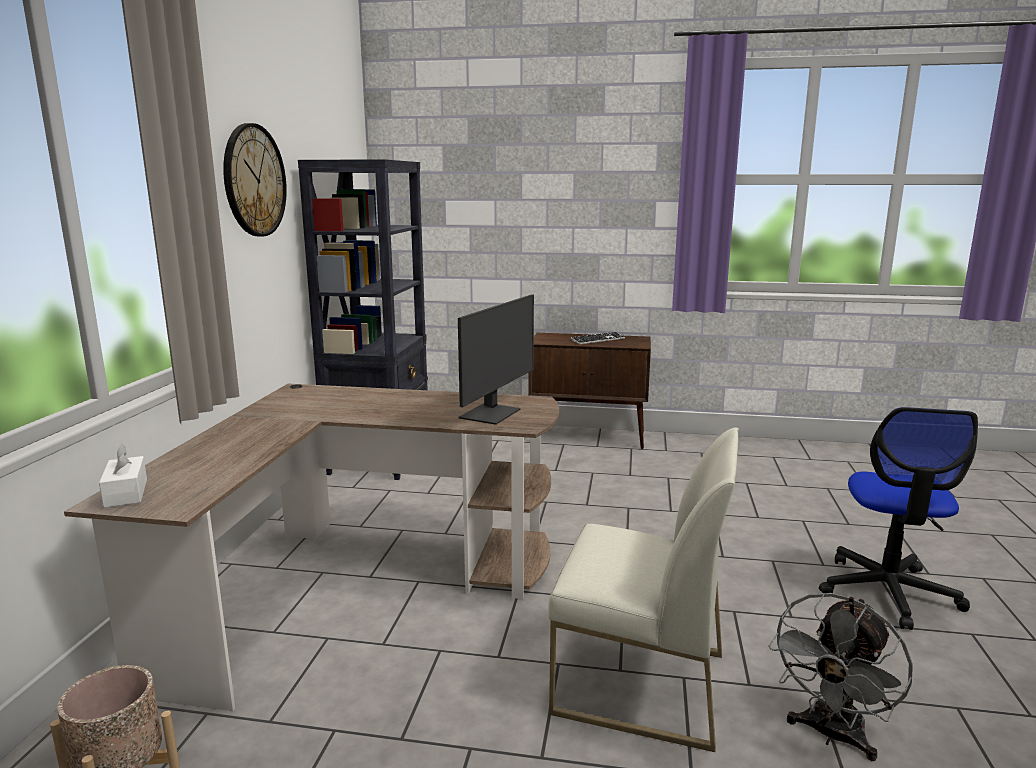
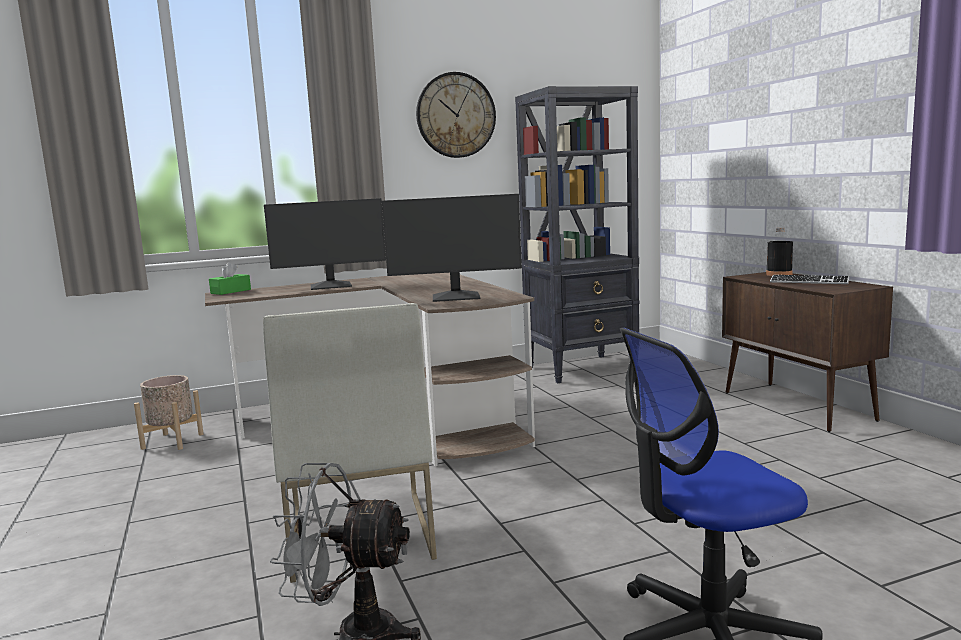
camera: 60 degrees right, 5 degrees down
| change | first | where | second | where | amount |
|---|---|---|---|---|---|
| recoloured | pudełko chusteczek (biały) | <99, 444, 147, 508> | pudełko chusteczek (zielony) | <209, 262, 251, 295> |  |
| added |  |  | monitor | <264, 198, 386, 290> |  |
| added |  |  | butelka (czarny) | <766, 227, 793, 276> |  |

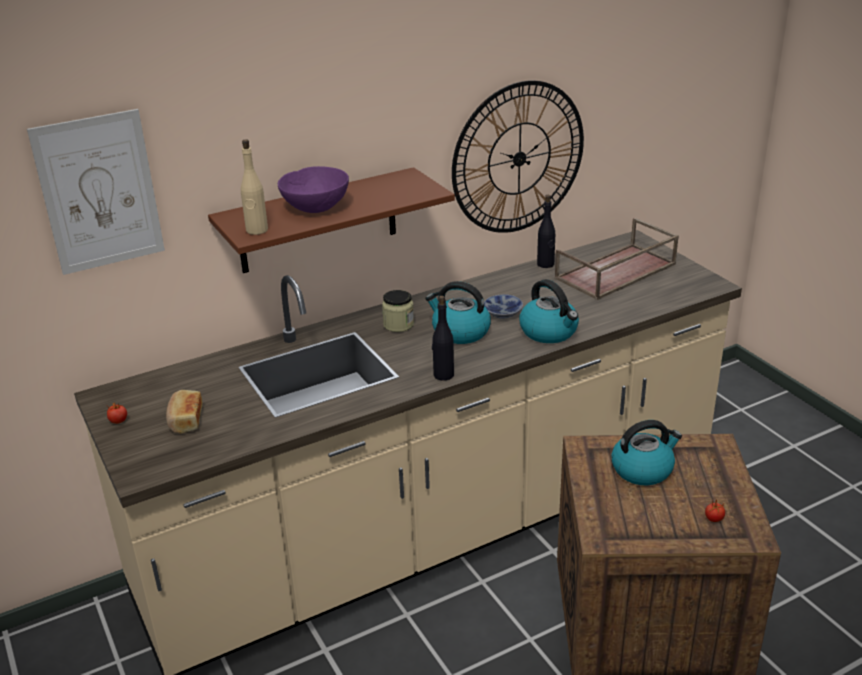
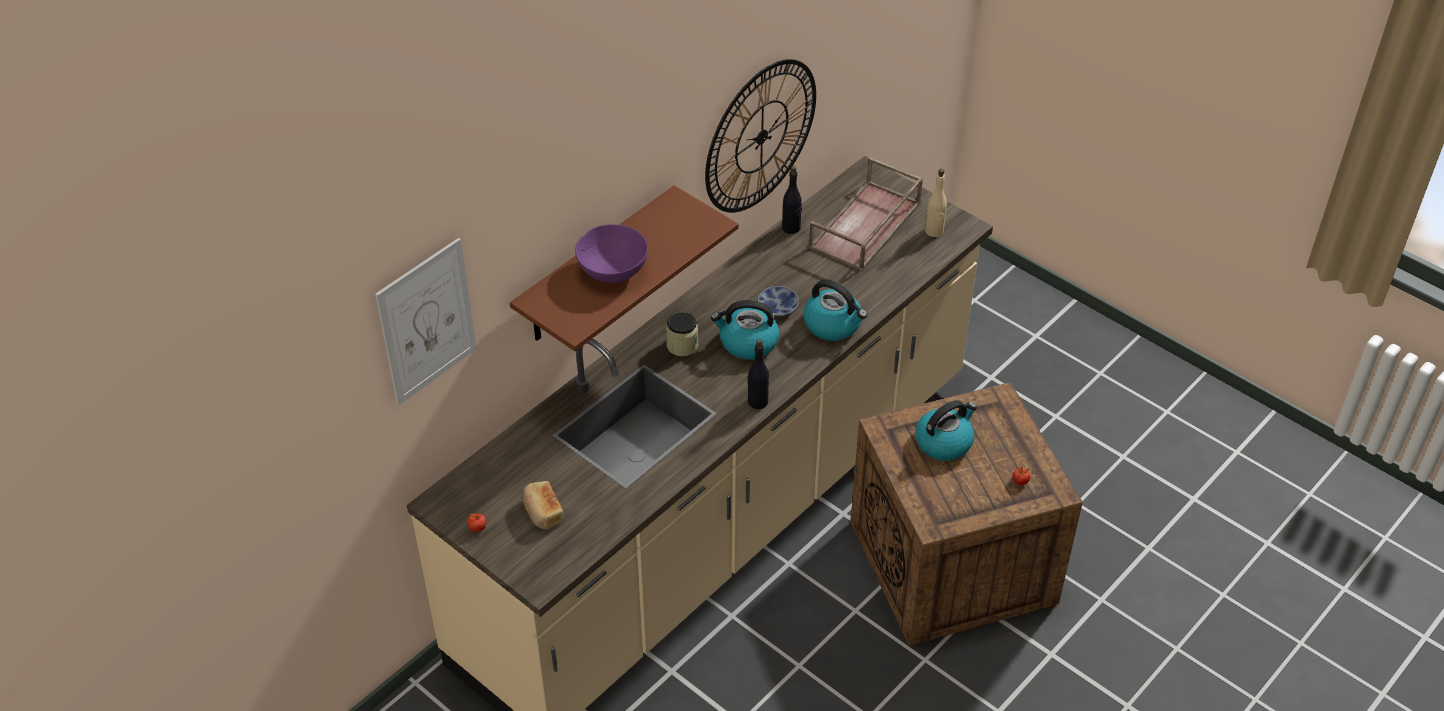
camera: 20 degrees left, 15 degrees up
| change | first | where | second | where | amount |
|---|---|---|---|---|---|
| moved | butelka (beżowy) | <241, 139, 268, 235> |  | <925, 169, 947, 237> |  |

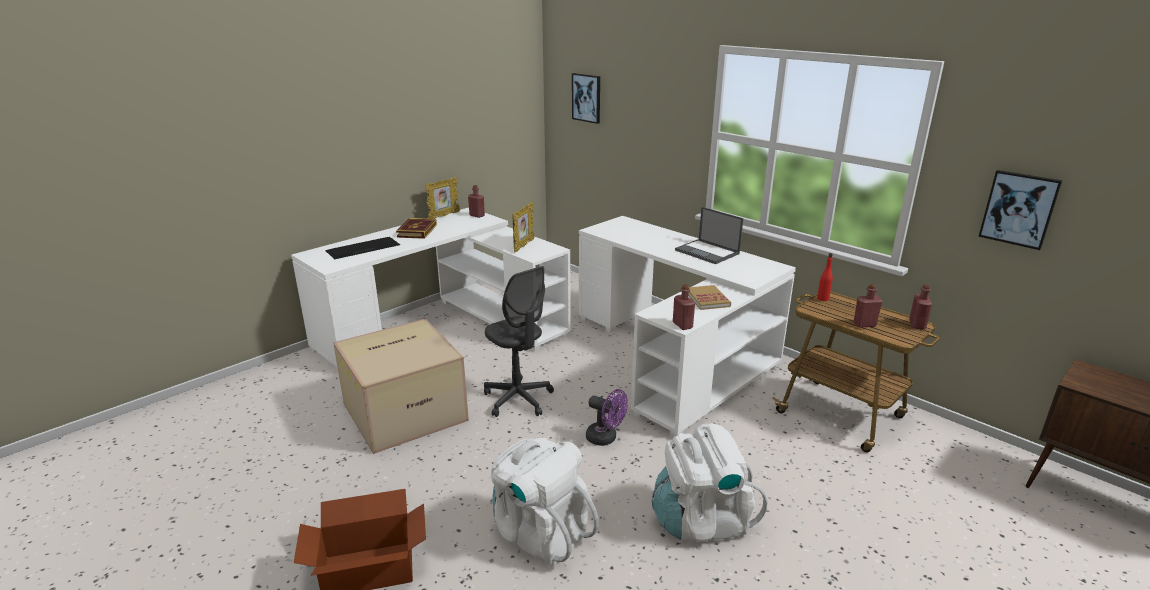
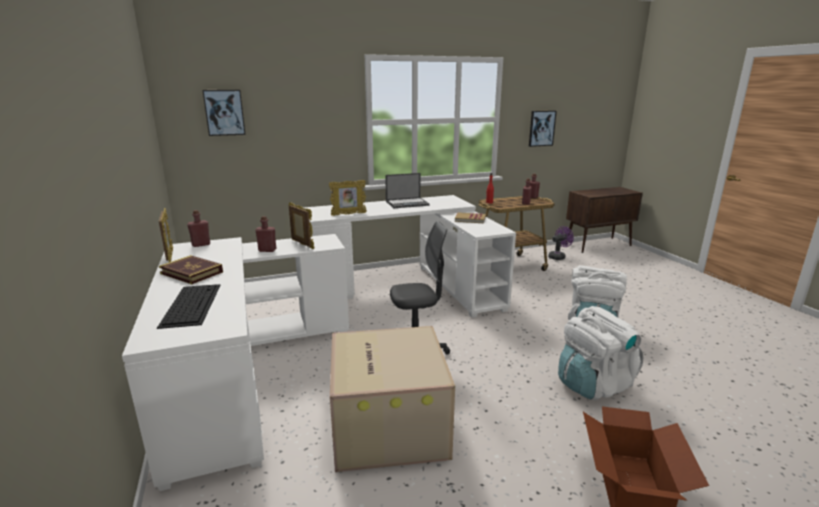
camera: 65 degrees left, 5 degrees down
| change | first | where | second | where | amount |
|---|---|---|---|---|---|
| moved | butelka (czerwony) | <673, 284, 695, 330> |  | <255, 216, 277, 252> |  |
| added |  |  | ramka na zdjęcie | <329, 180, 367, 216> |  |
| moved | wentylator (fioletowy) | <586, 389, 628, 446> |  | <548, 226, 574, 260> |  |

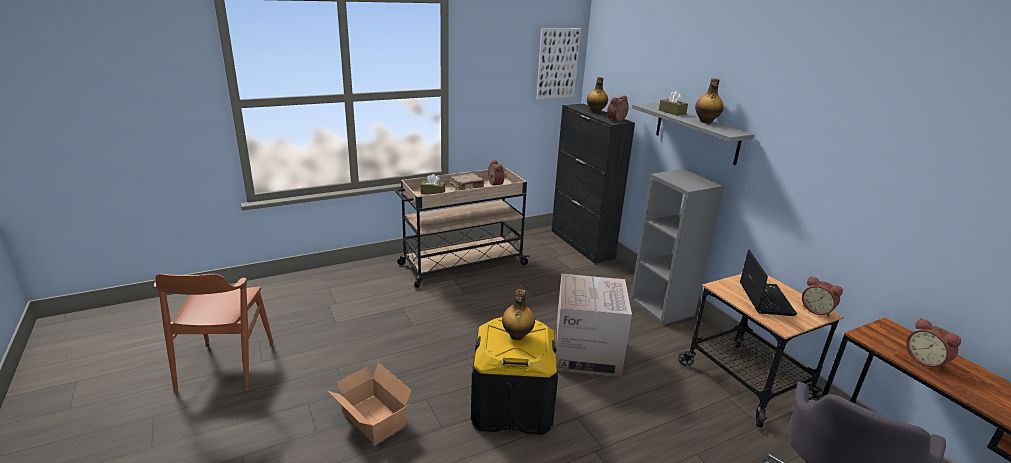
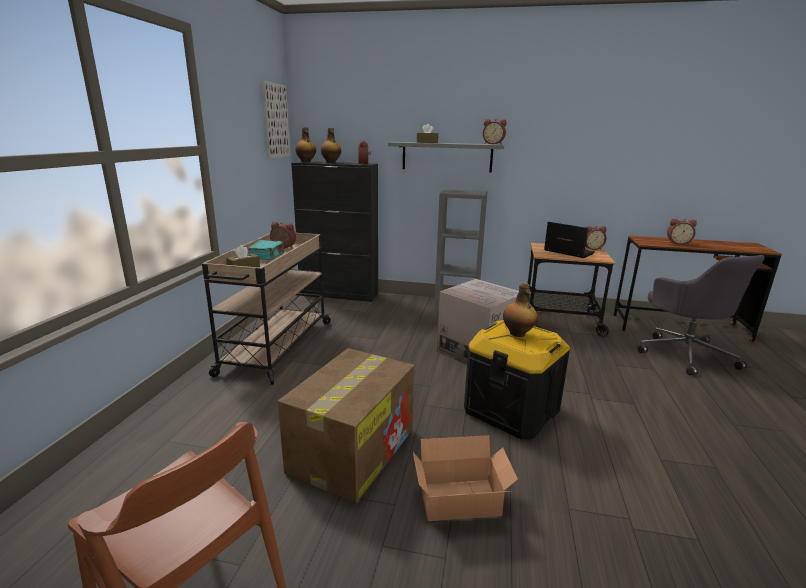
camera: 50 degrees left, 5 degrees down
| change | first | where | second | where | amount |
|---|---|---|---|---|---|
| recoloured | książka (brązowy) | <450, 173, 484, 191> | książka (turkusowy) | <247, 240, 285, 260> |  |
| added |  |  | karton | <278, 348, 414, 503> |  |
| moved | butelka | <695, 78, 724, 124> |  | <295, 127, 316, 162> |  |
| added |  |  | budzik | <483, 119, 507, 145> |  |

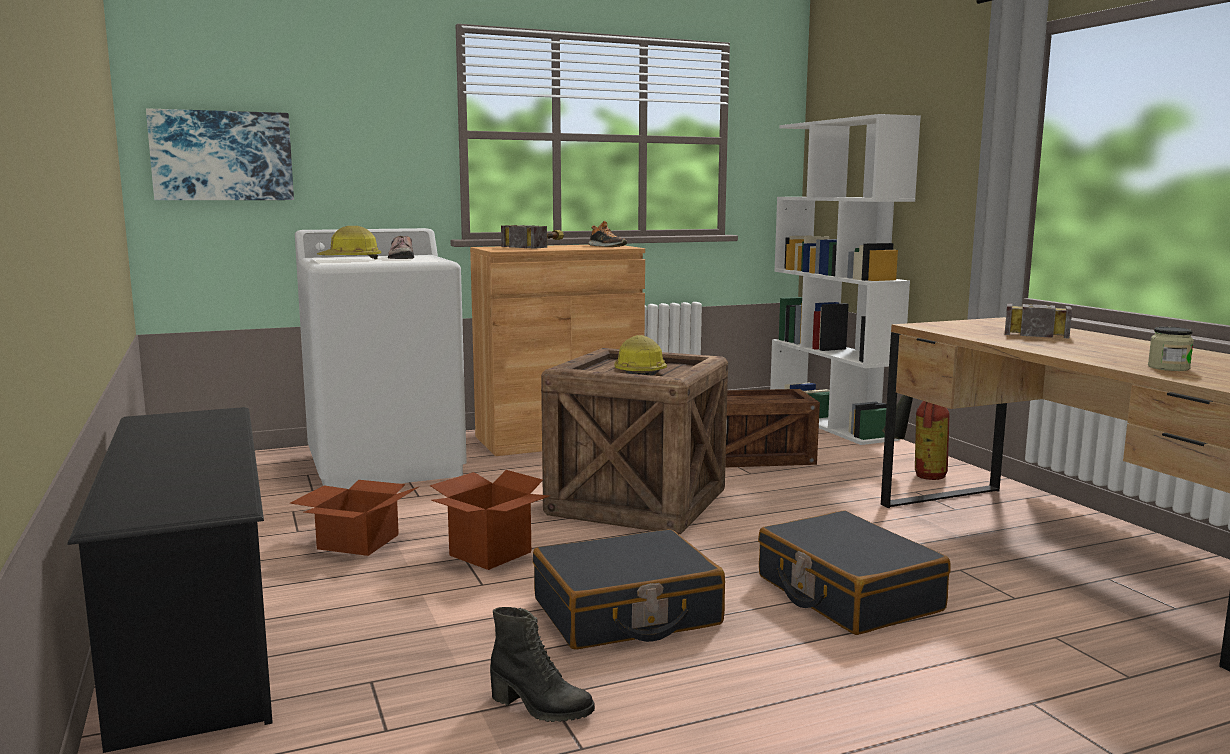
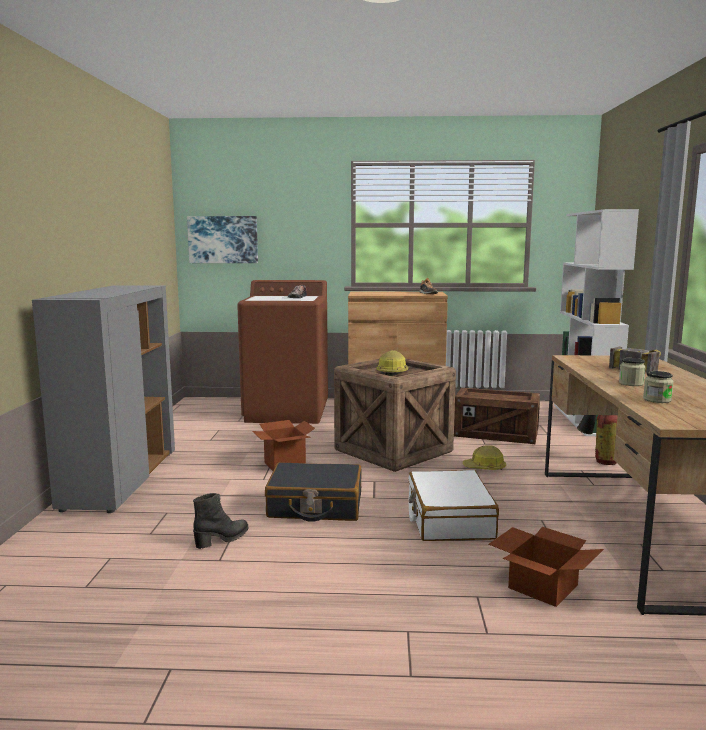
camera: 25 degrees right, 0 degrees up
| change | first | where | second | where | amount |
|---|---|---|---|---|---|
| replaced | regał na buty (czarny) | <67, 407, 273, 753> | szafka (szary) | <32, 286, 175, 513> |  |
| turned | but z cholewką (czarny) | <490, 607, 595, 722> |  | <193, 493, 248, 549> | 90 degrees counterclockwise |
| recoloured | pralka (biały) | <295, 228, 467, 489> | pralka (brązowy) | <237, 280, 328, 424> |  |
| recoloured | walizka (czarny) | <758, 510, 950, 635> | walizka (biały) | <408, 470, 499, 541> |  |
| moved | kask | <317, 226, 381, 259> |  | <463, 445, 506, 470> |  |
| moved | karton | <290, 480, 418, 556> |  | <489, 527, 604, 607> |  |
| added |  |  | słoik | <619, 358, 646, 386> |  |
| removed | młotek | <501, 225, 564, 249> |  |  |  |

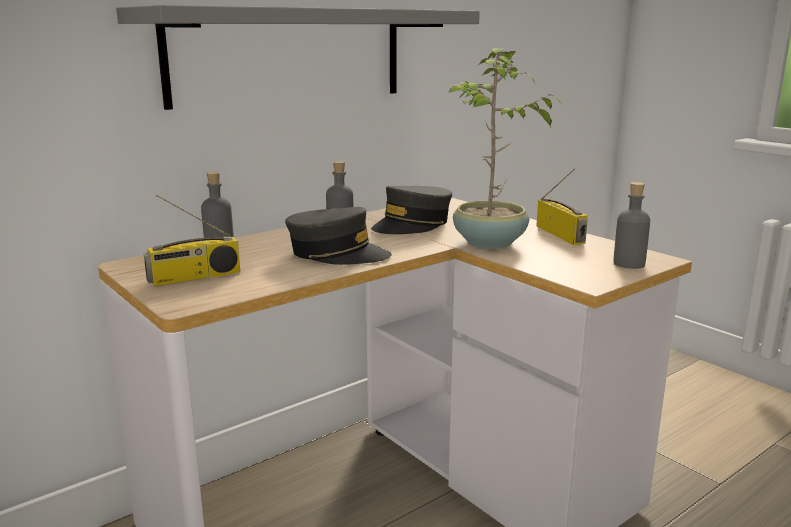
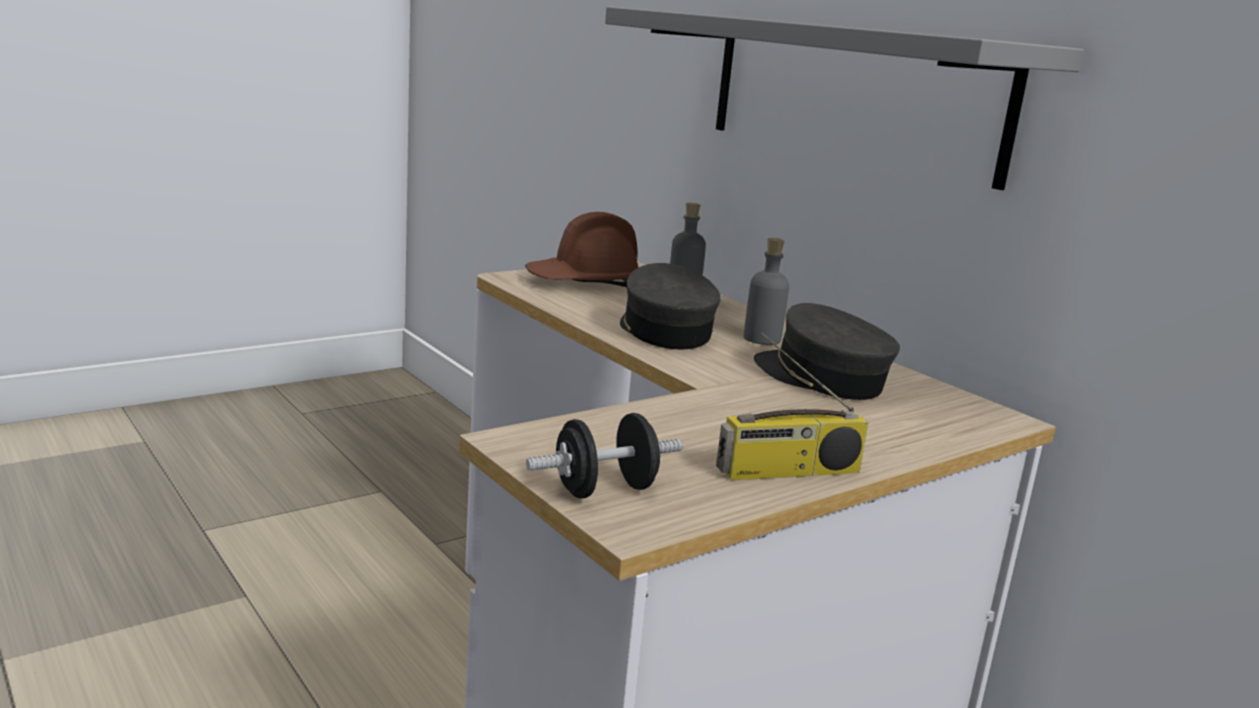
camera: 90 degrees right, 0 degrees up
| change | first | where | second | where | amount |
|---|---|---|---|---|---|
| replaced | radio | <144, 195, 240, 286> | kask (brązowy) | <525, 212, 639, 287> |  |
| replaced | butelka (szary) | <613, 182, 650, 269> | hantel (czarny) | <526, 413, 683, 499> |  |
| turned | czapka z daszkiem (szary) | <285, 207, 392, 265> |  | <620, 263, 721, 349> | 150 degrees clockwise |
| removed | roślina doniczkowa | <448, 48, 563, 249> |  |  |  |

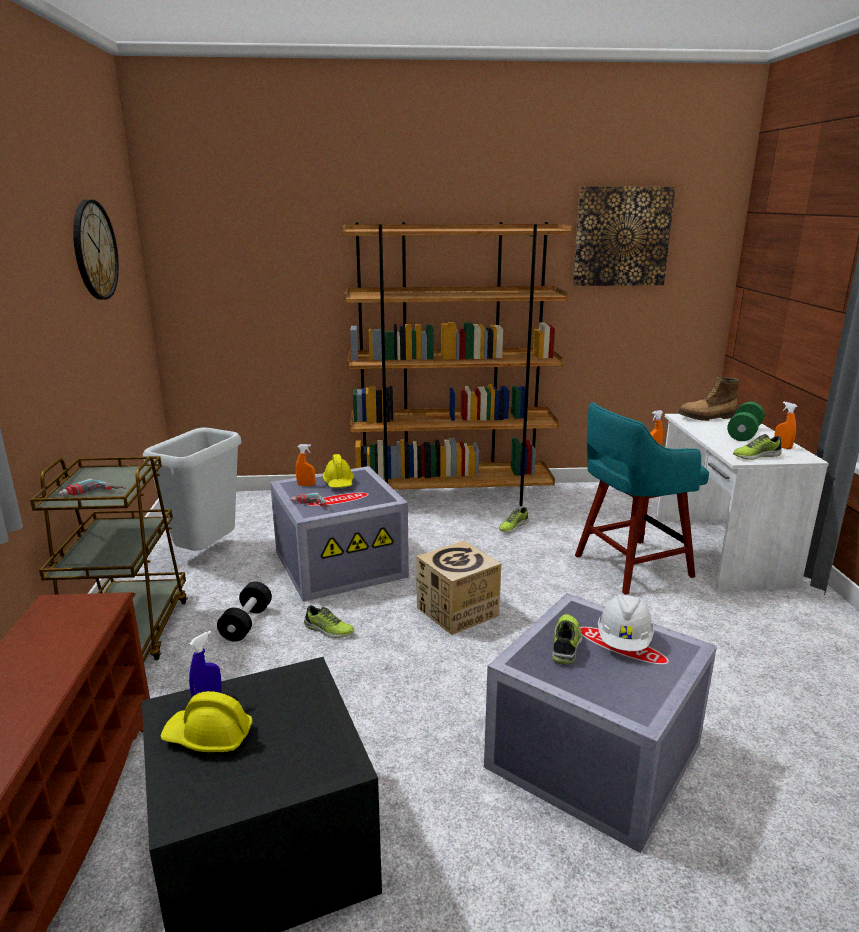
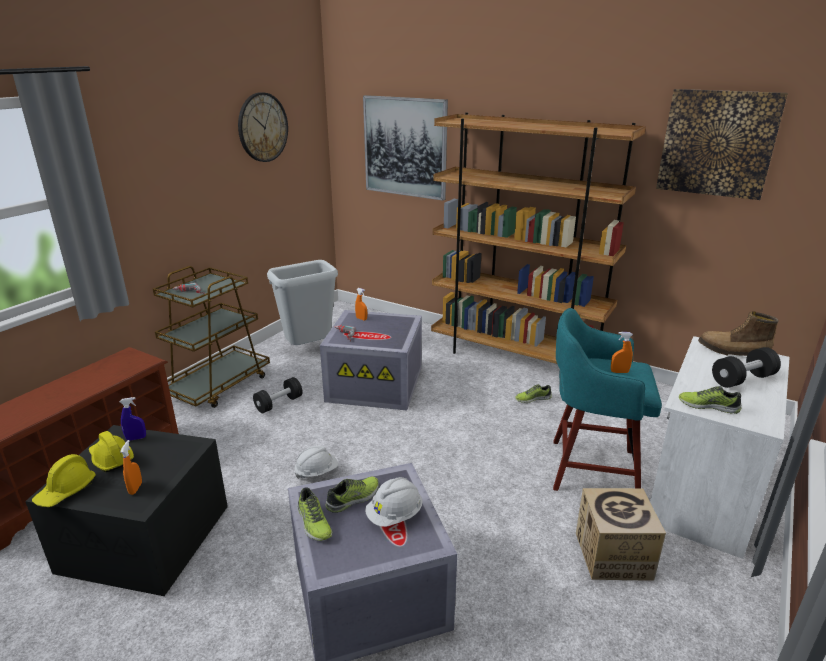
camera: 35 degrees right, 5 degrees up
| change | first | where | second | where | amount |
|---|---|---|---|---|---|
| moved | kask (żółty) | <322, 454, 354, 488> |  | <32, 454, 96, 507> |  |
| moved | spryskiwacz (pomarańczowy) | <774, 402, 797, 449> |  | <120, 440, 142, 495> |  |
| added |  |  | kask (biały) | <294, 446, 338, 479> |  |
| moved | but | <304, 605, 354, 638> |  | <298, 487, 332, 541> |  |
| added |  |  | obraz | <363, 95, 448, 201> |  |
| moved | karton | <416, 541, 501, 635> |  | <576, 488, 666, 581> |  |
| recoloured | hantel (zielony) | <727, 402, 765, 441> | hantel (czarny) | <712, 347, 781, 388> |  |

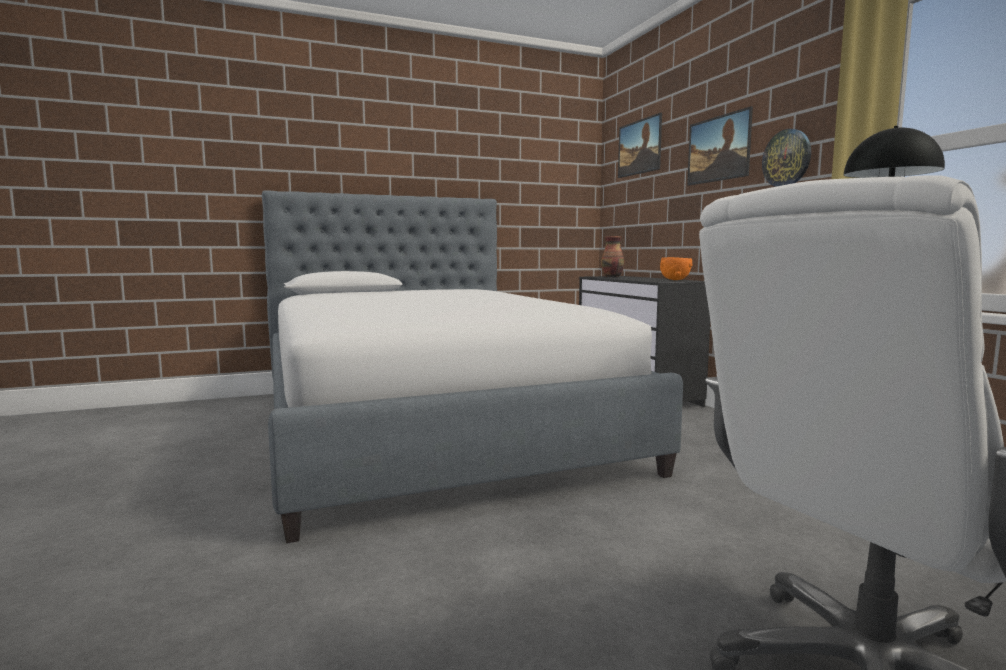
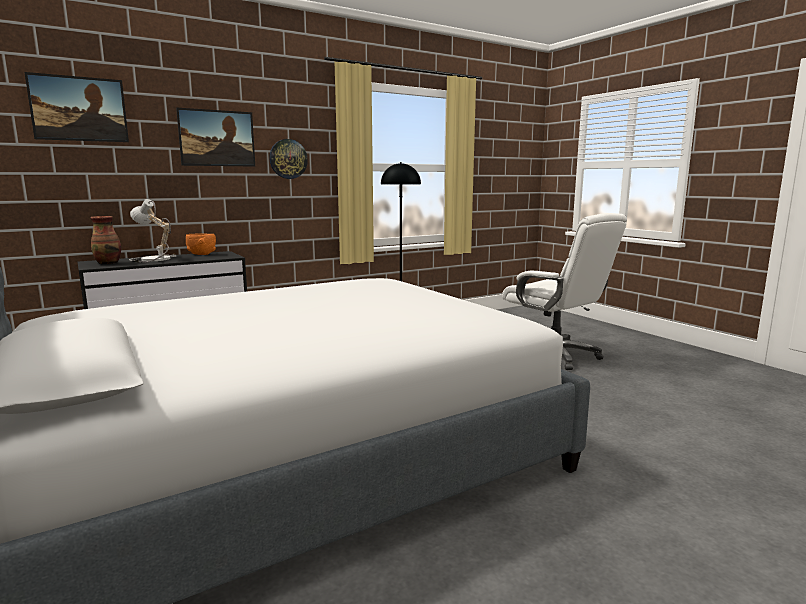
camera: 100 degrees left, 5 degrees up
| change | first | where | second | where | amount |
|---|---|---|---|---|---|
| added |  |  | lampa stołowa | <129, 199, 176, 263> |  |

